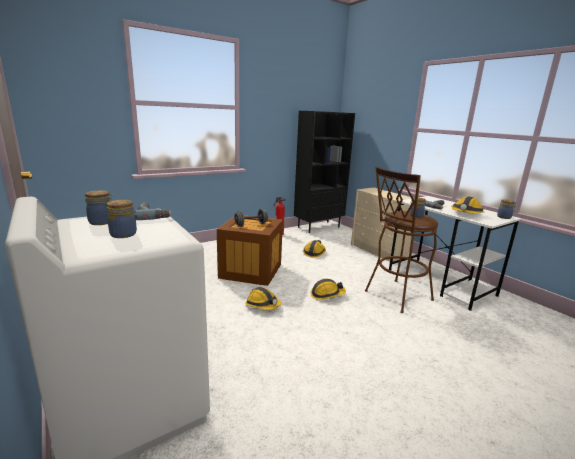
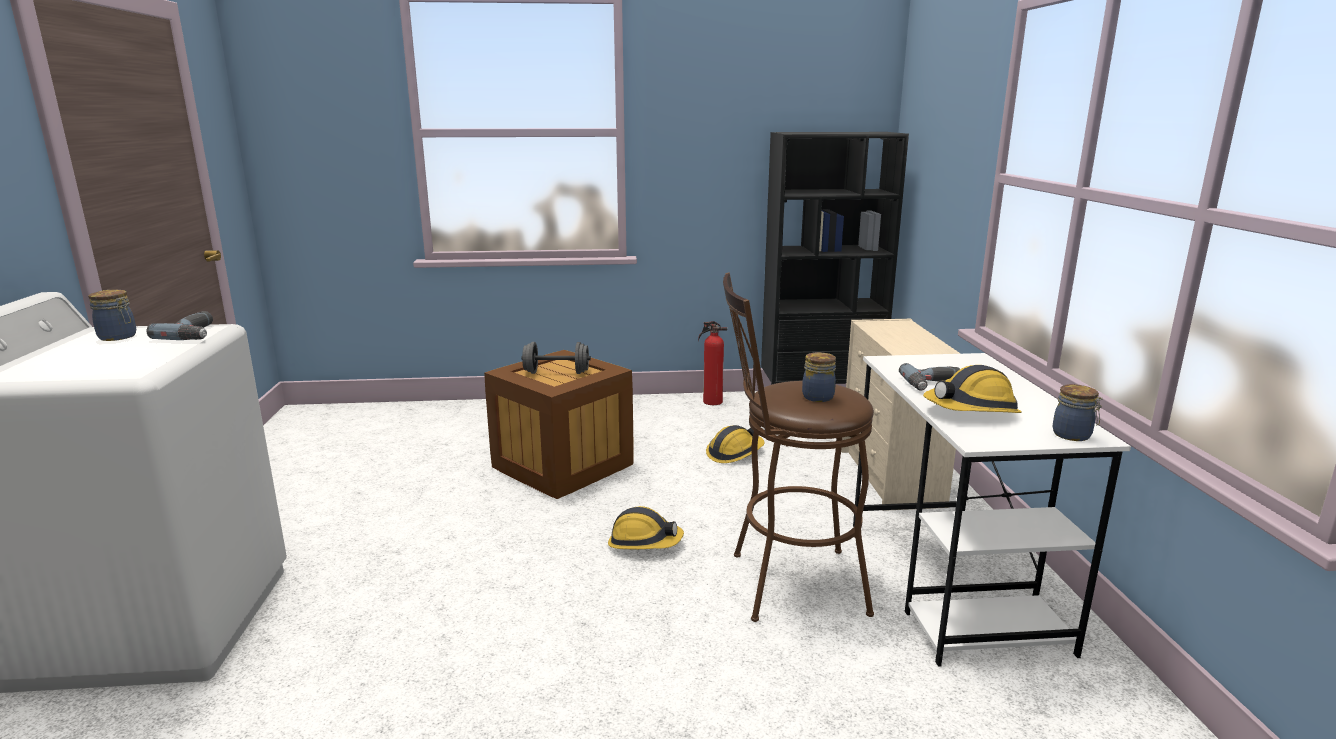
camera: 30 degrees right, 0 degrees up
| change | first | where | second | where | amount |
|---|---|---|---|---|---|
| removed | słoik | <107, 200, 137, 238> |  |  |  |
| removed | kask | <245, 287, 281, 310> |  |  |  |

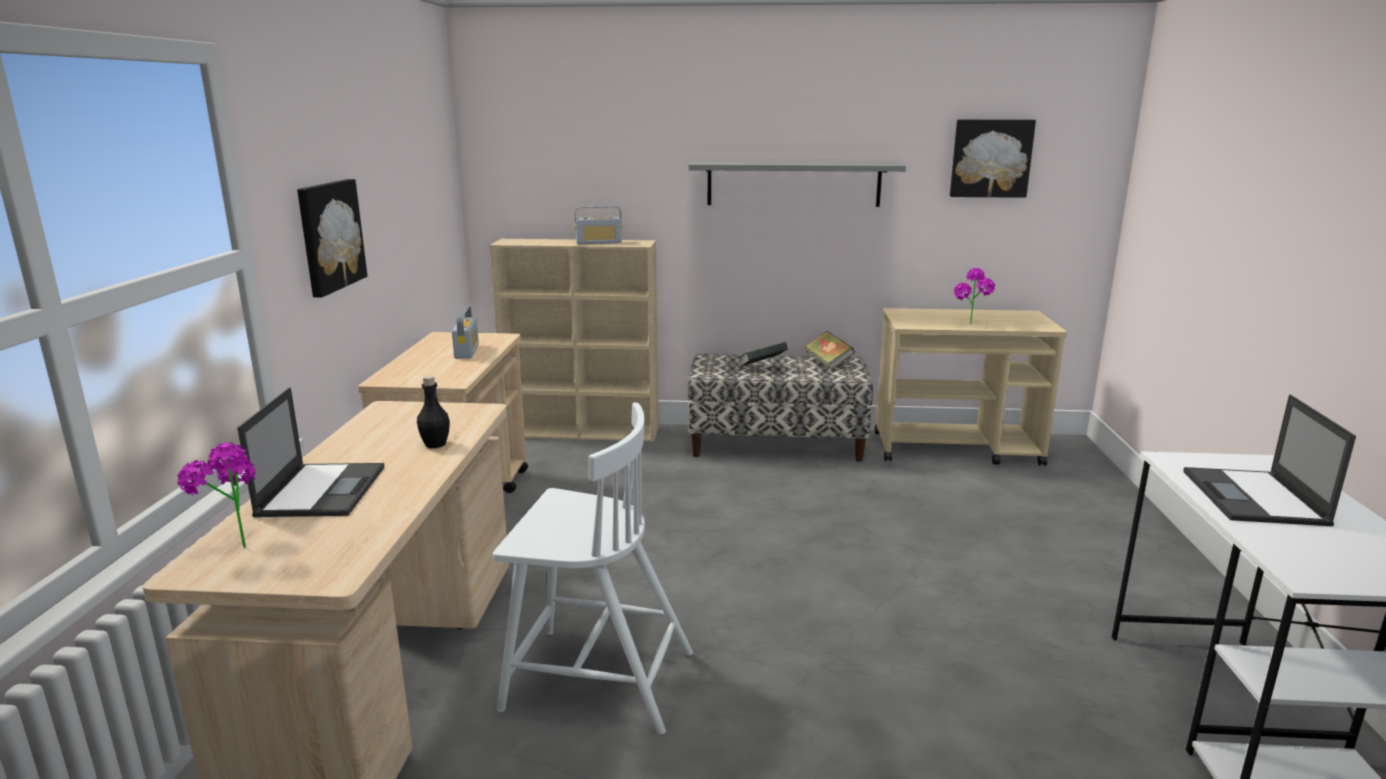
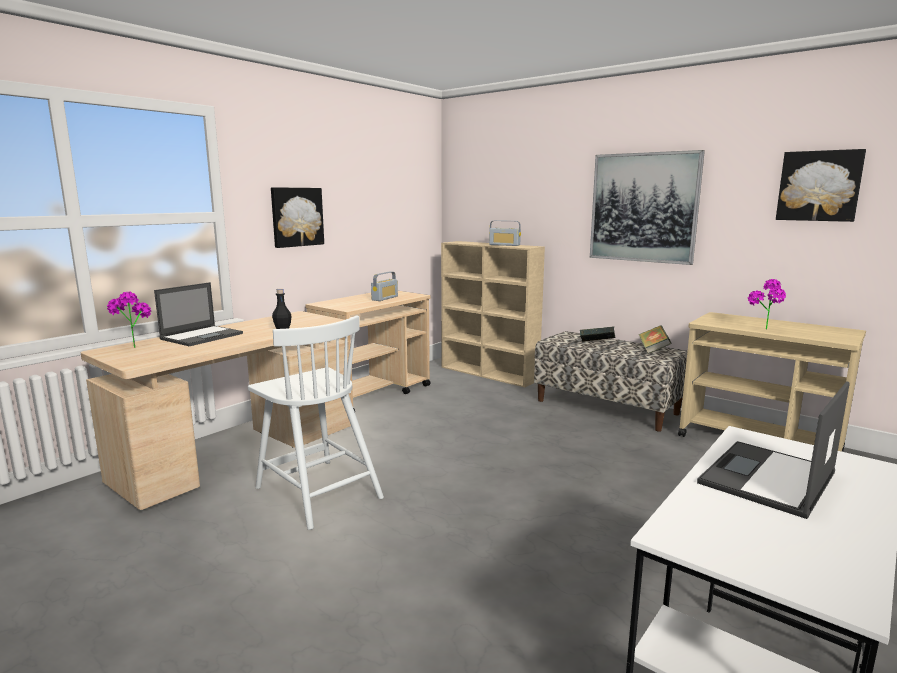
camera: 35 degrees right, 5 degrees down
| change | first | where | second | where | amount |
|---|---|---|---|---|---|
| replaced | półka (szary) | <689, 161, 906, 207> | obraz | <590, 150, 705, 265> |  |

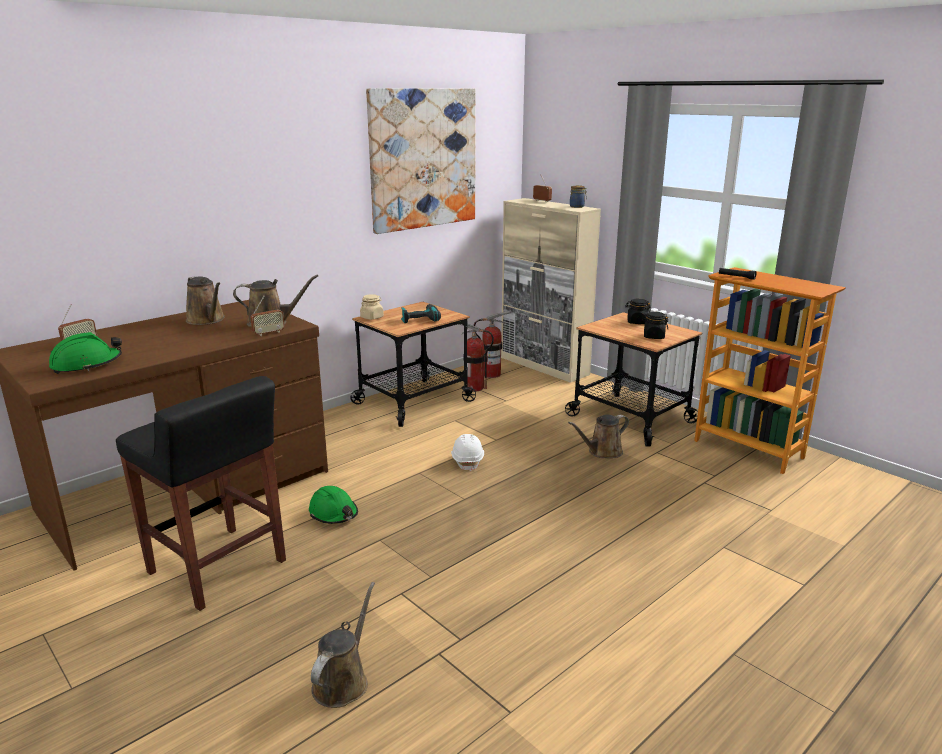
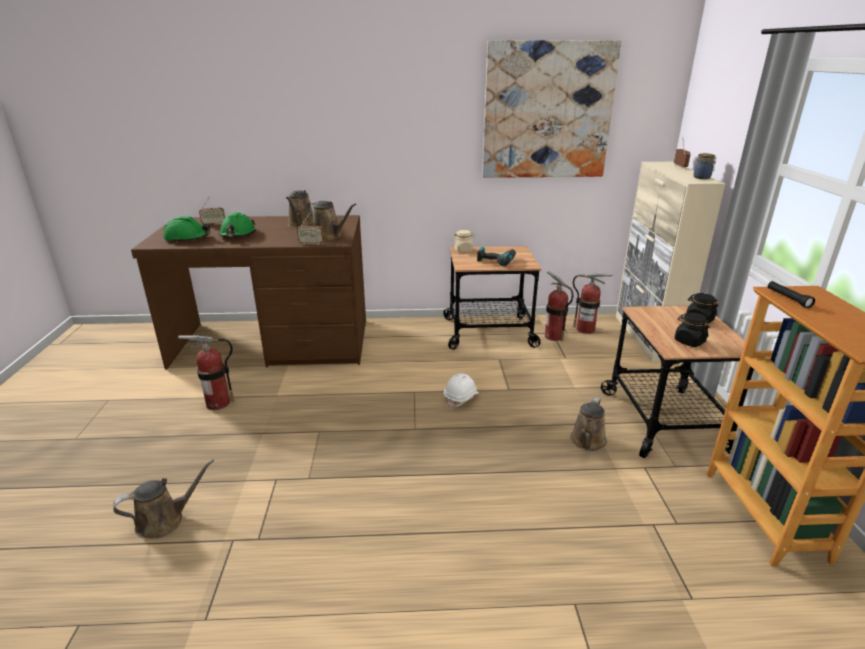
camera: 40 degrees right, 5 degrees up
| change | first | where | second | where | amount |
|---|---|---|---|---|---|
| replaced | stołek (czarny) | <116, 376, 286, 611> | gaśnica | <178, 335, 235, 410> |  |
| moved | kask (zielony) | <309, 486, 358, 524> |  | <219, 212, 256, 237> |  |
| turned | konewka (brązowy) | <568, 415, 629, 458> |  | <570, 397, 607, 451> | 75 degrees counterclockwise |

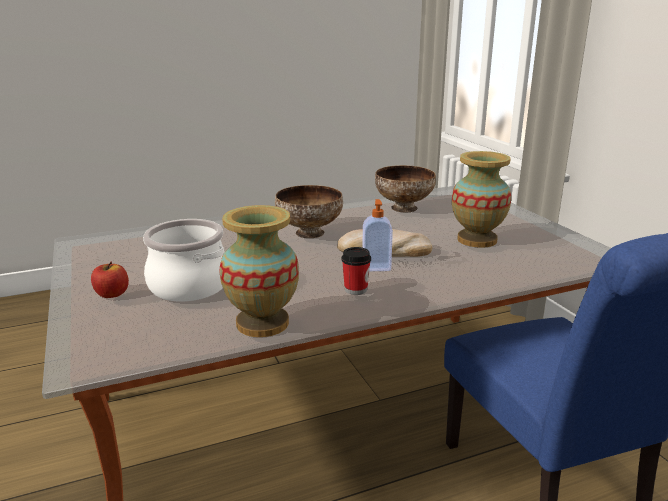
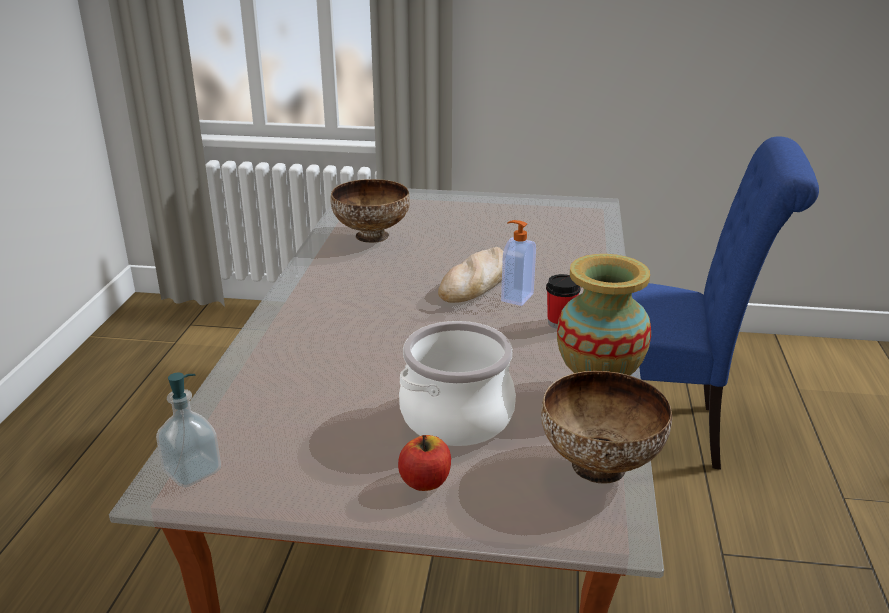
camera: 60 degrees left, 5 degrees up
| change | first | where | second | where | amount |
|---|---|---|---|---|---|
| added |  |  | dozownik mydła | <156, 373, 221, 488> |  |
| moved | miska | <275, 185, 343, 238> |  | <541, 371, 672, 484> |  |
| removed | wazon | <452, 151, 511, 248> |  |  |  |

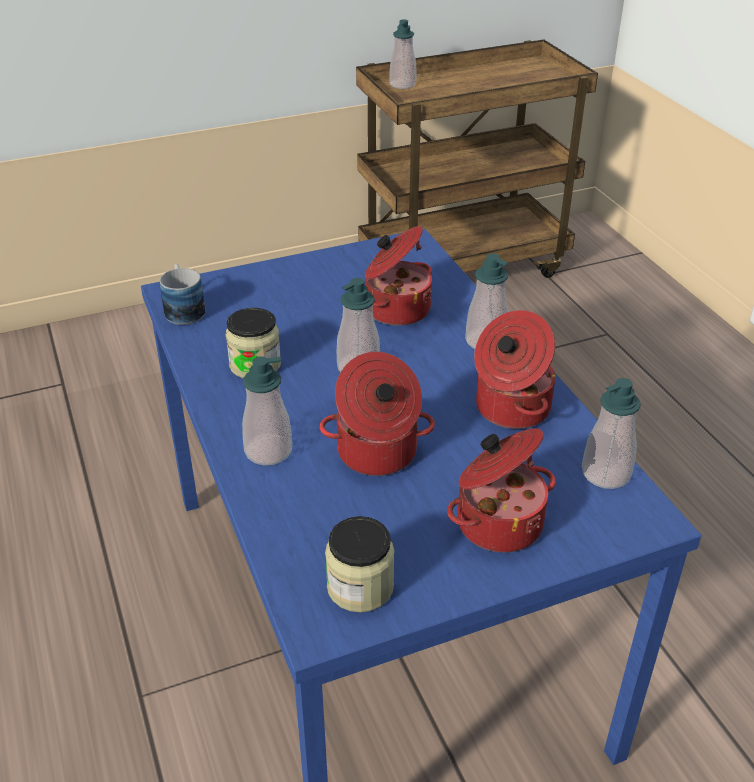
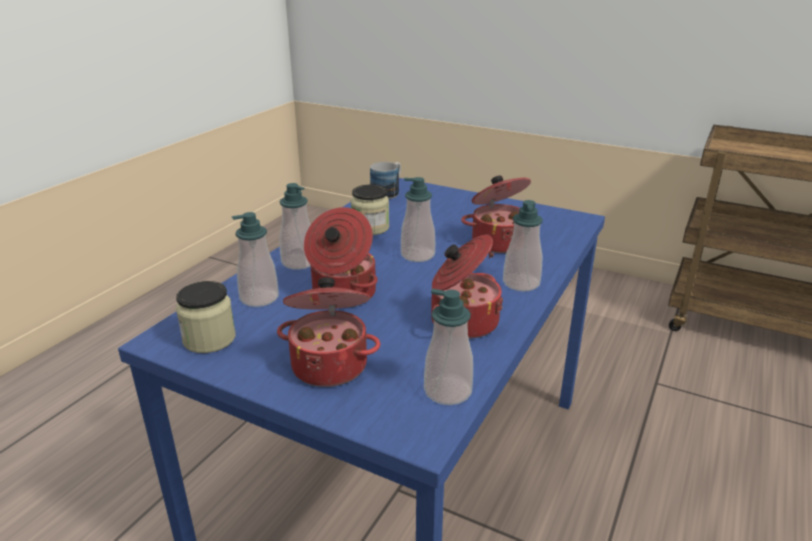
camera: 50 degrees right, 10 degrees down
| change | first | where | second | where | amount |
|---|---|---|---|---|---|
| moved | dozownik mydła | <389, 19, 417, 89> |  | <232, 212, 279, 307> |  |

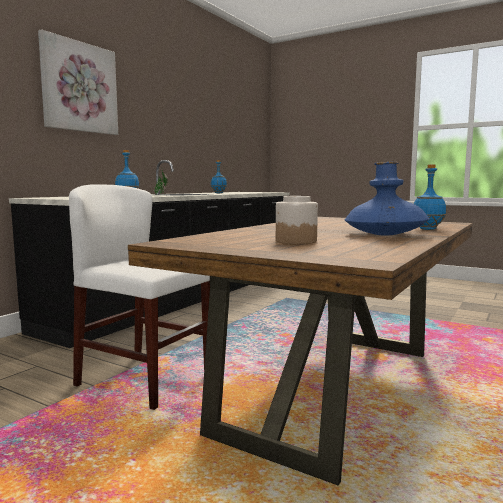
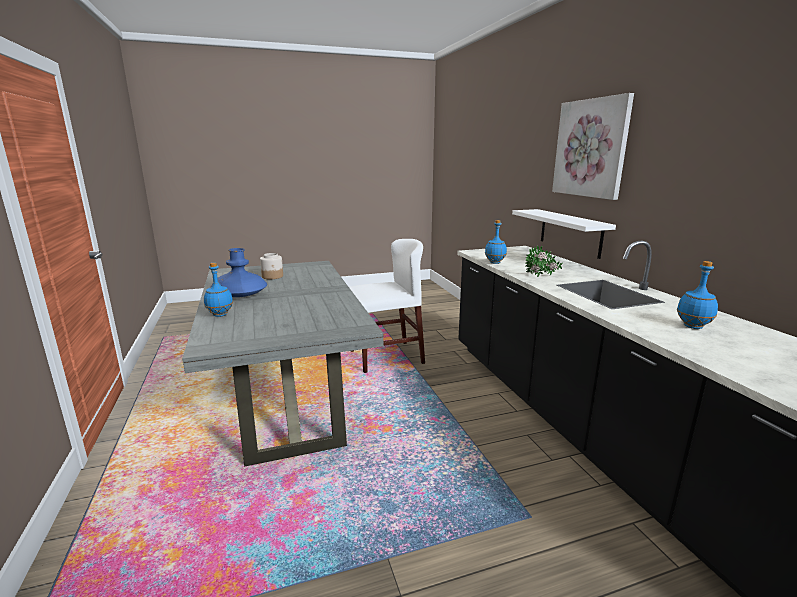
camera: 130 degrees right, 10 degrees up
| change | first | where | second | where | amount |
|---|---|---|---|---|---|
| recoloured | stół jadalny (brązowy) | <128, 217, 473, 485> | stół jadalny (szary) | <182, 261, 383, 467> |  |
| added |  |  | półka (biały) | <512, 209, 616, 259> |  |

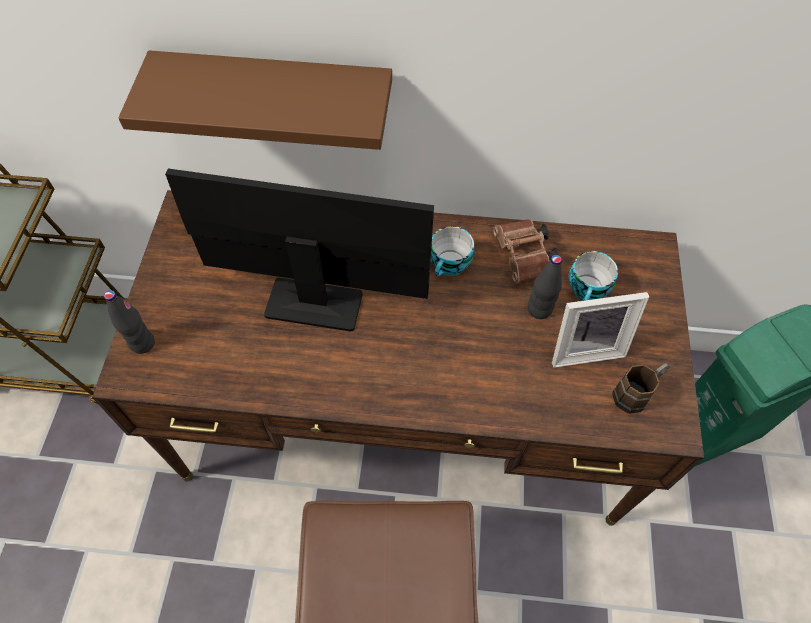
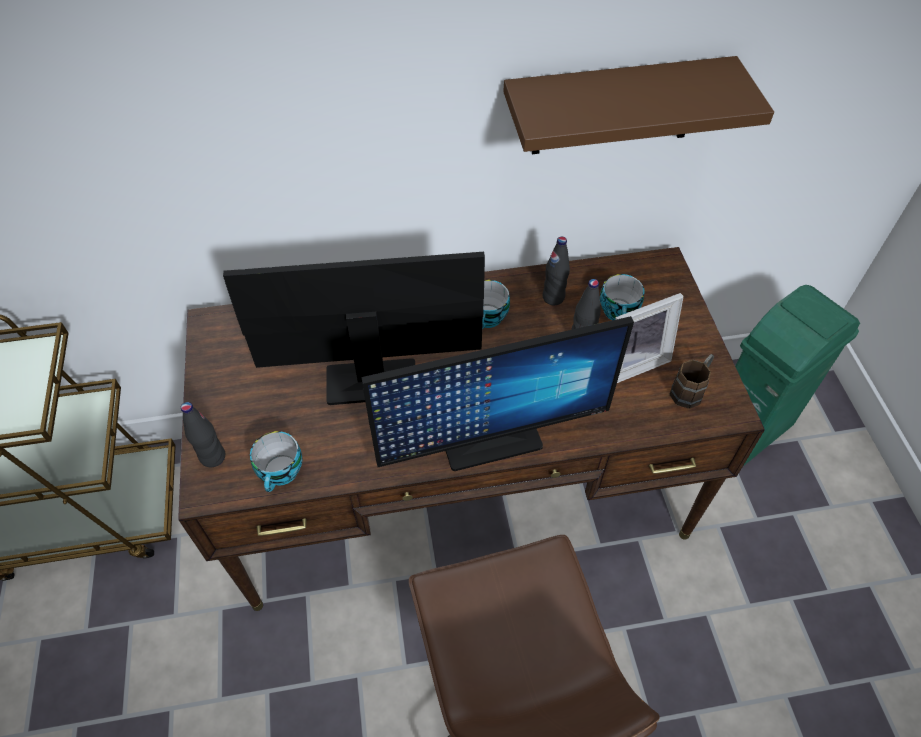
camera: 15 degrees left, 5 degrees down
| change | first | where | second | where | amount |
|---|---|---|---|---|---|
| added |  |  | filiżanka | <250, 431, 303, 492> |  |
| added |  |  | monitor | <361, 316, 634, 471> |  |
| moved | półka (brązowy) | <118, 50, 392, 150> |  | <503, 56, 774, 154> |  |
| replaced | lornetka (brązowy) | <493, 219, 559, 284> | butelka (czarny) | <542, 237, 570, 305> |  |

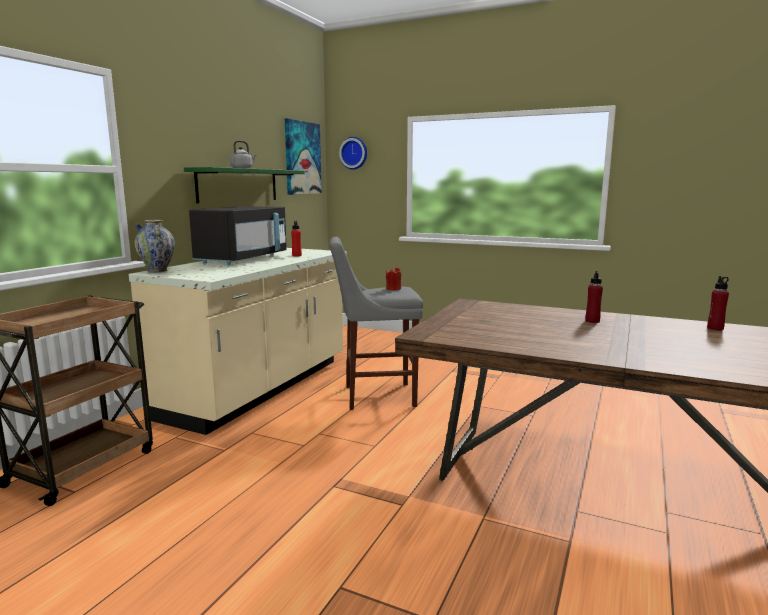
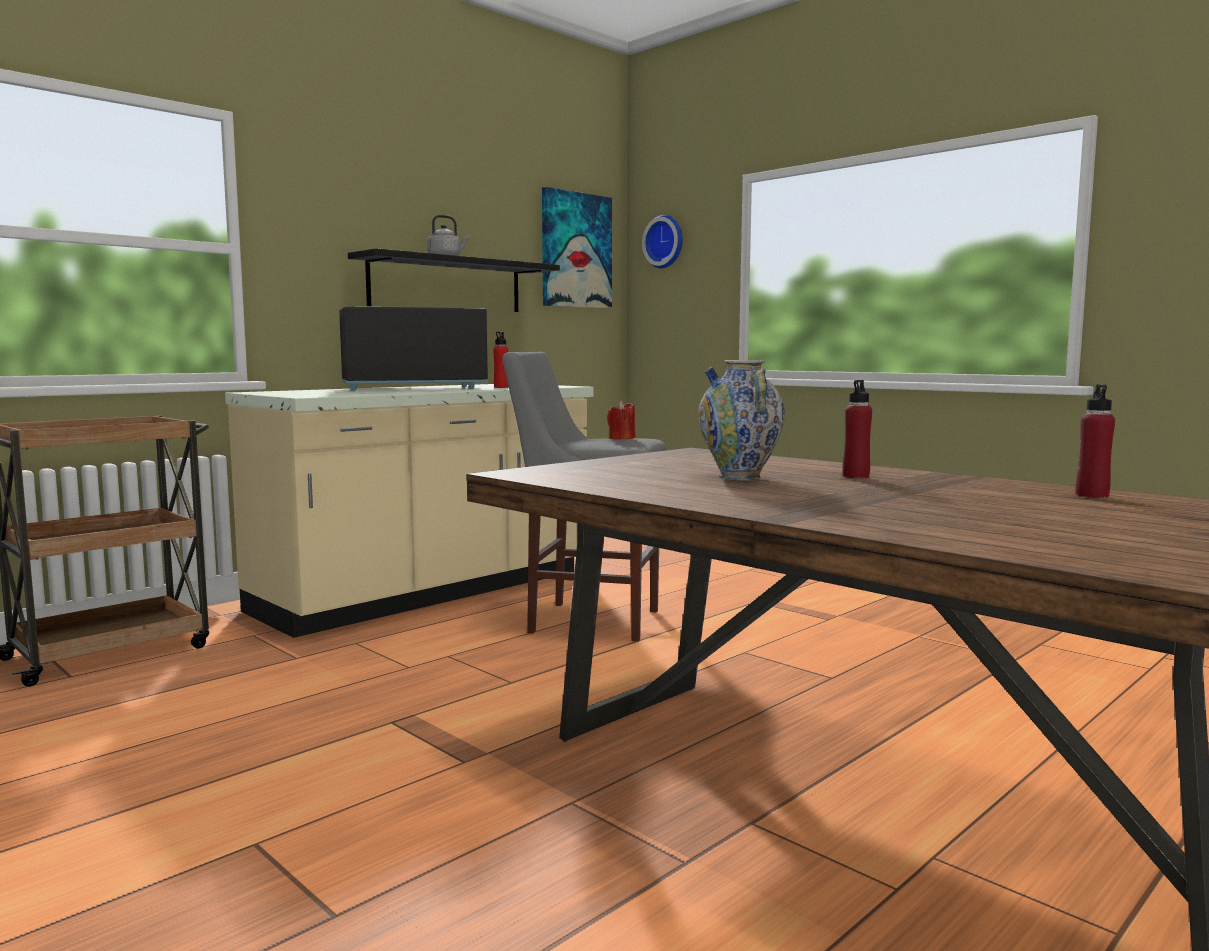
camera: 20 degrees right, 5 degrees down
| change | first | where | second | where | amount |
|---|---|---|---|---|---|
| turned | mikrofalówka (czarny) | <189, 206, 287, 265> |  | <339, 307, 488, 390> | 150 degrees counterclockwise |
| recoloured | półka (zielony) | <184, 167, 305, 203> | półka (czarny) | <348, 248, 560, 312> |  |
| moved | wazon | <135, 220, 175, 273> |  | <698, 360, 785, 481> |  |

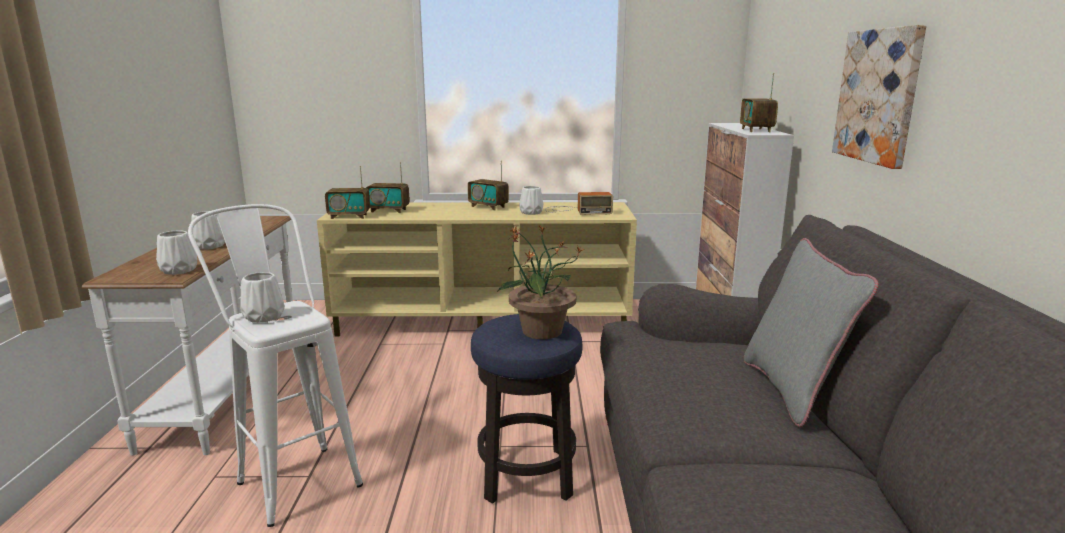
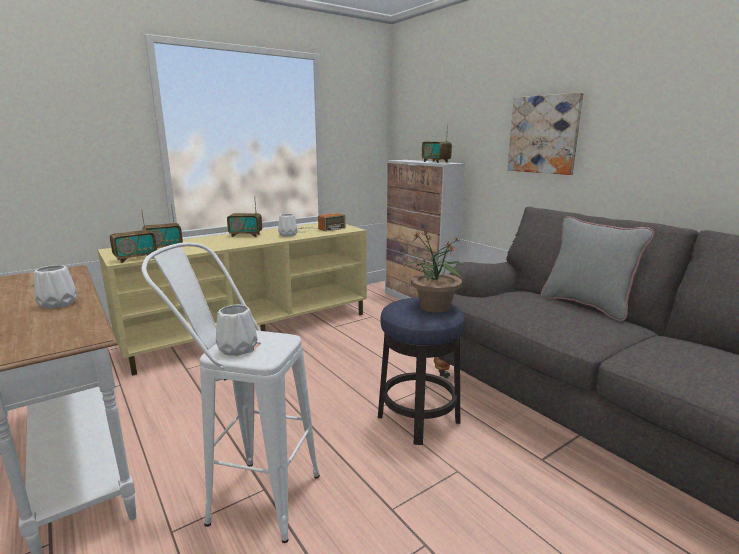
camera: 35 degrees left, 0 degrees up
| change | first | where | second | where | amount |
|---|---|---|---|---|---|
| removed | wazon (biały) | <156, 230, 197, 275> |  |  |  |

